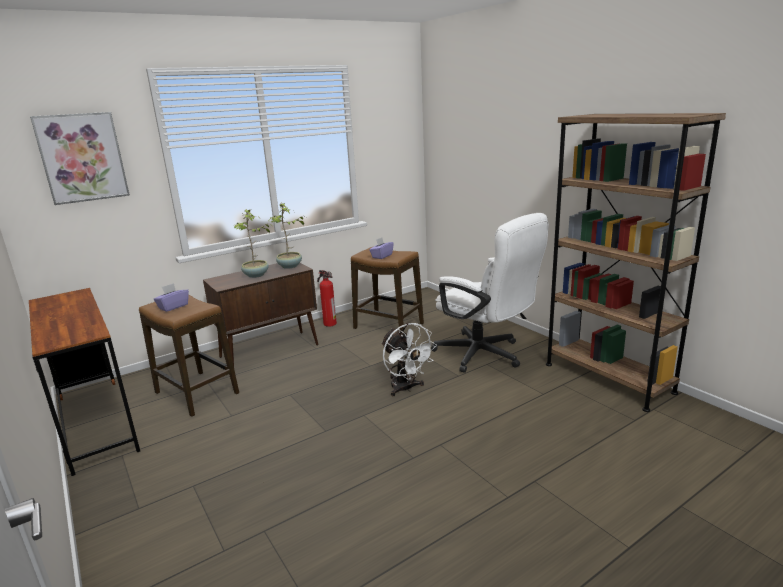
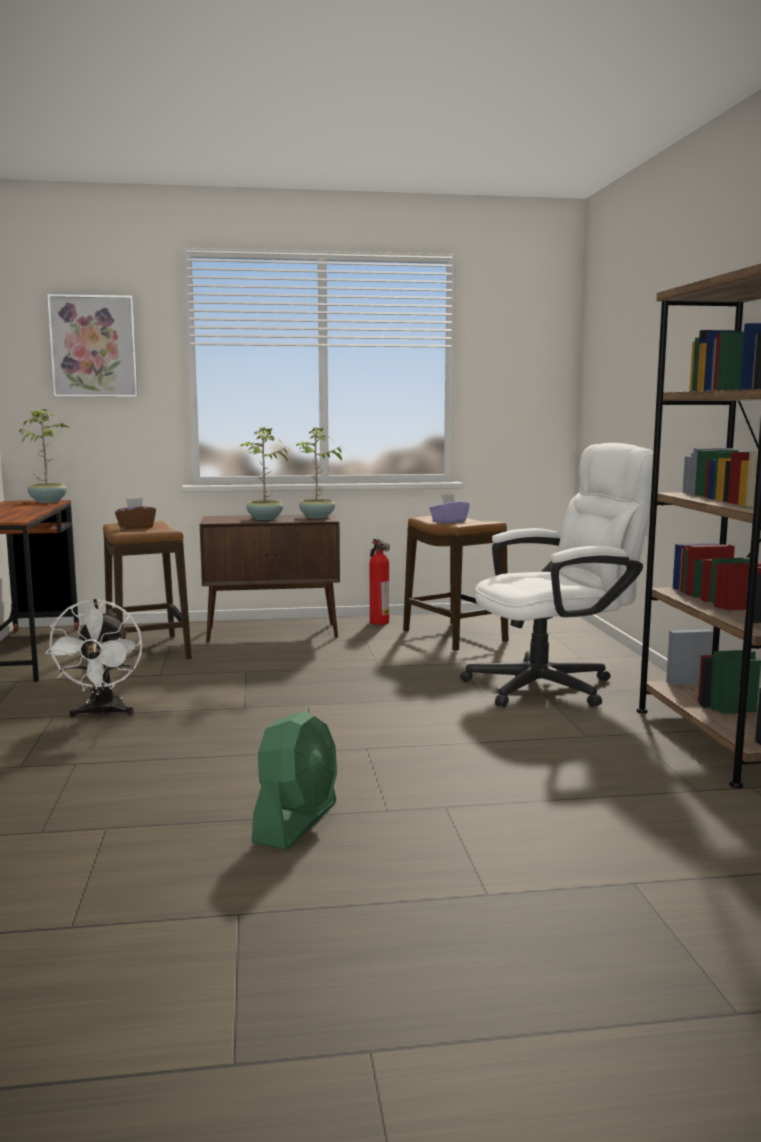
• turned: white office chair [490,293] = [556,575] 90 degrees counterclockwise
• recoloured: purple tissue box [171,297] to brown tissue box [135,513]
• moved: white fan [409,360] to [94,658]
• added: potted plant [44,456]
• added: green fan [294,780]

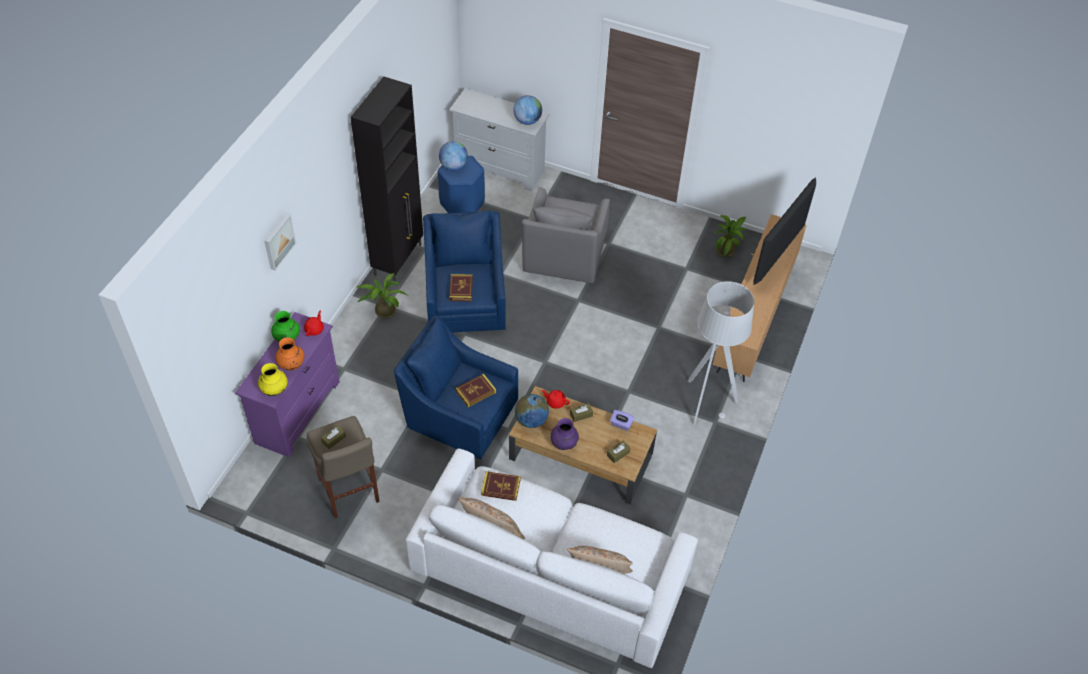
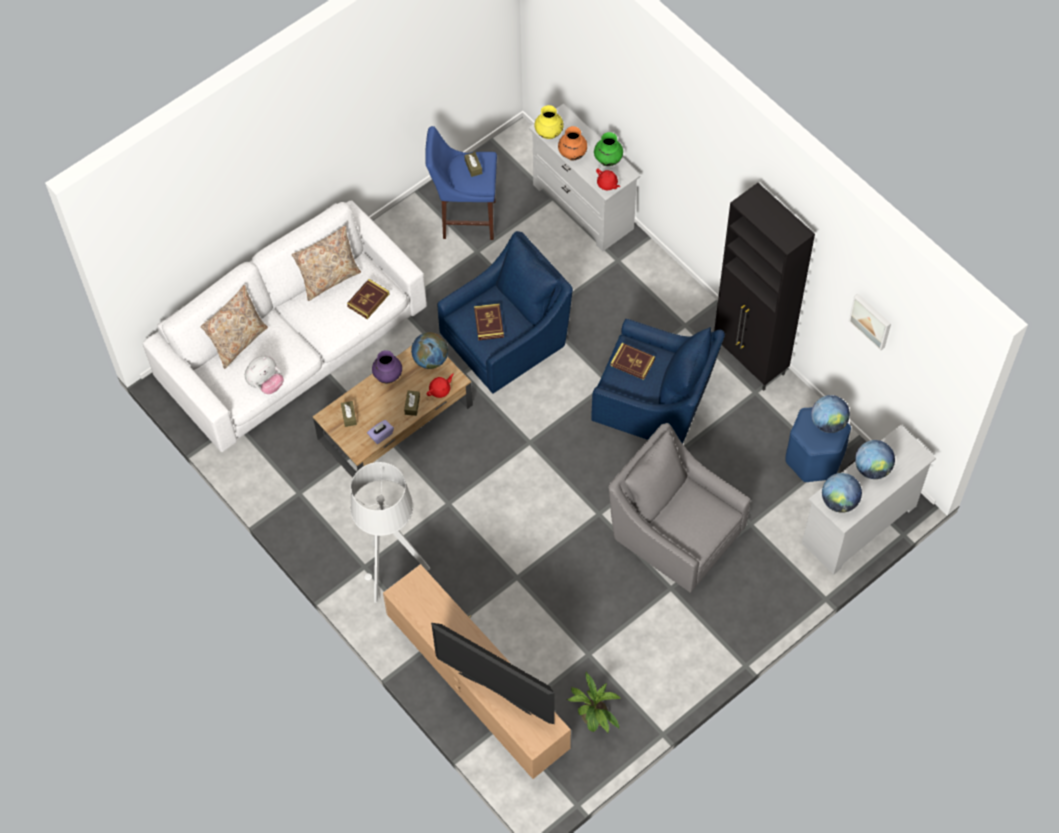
• turned: television [784,231] = [493,673] 150 degrees clockwise
• moved: picture [280,241] to [869,322]
• removed: potted plant [381,296]
• recoloured: purple dresser [287,384] to white dresser [585,178]
• recoloured: beige stool [343,467] to blue stool [461,183]
• added: plush toy [264,375]
• added: globe [875,459]

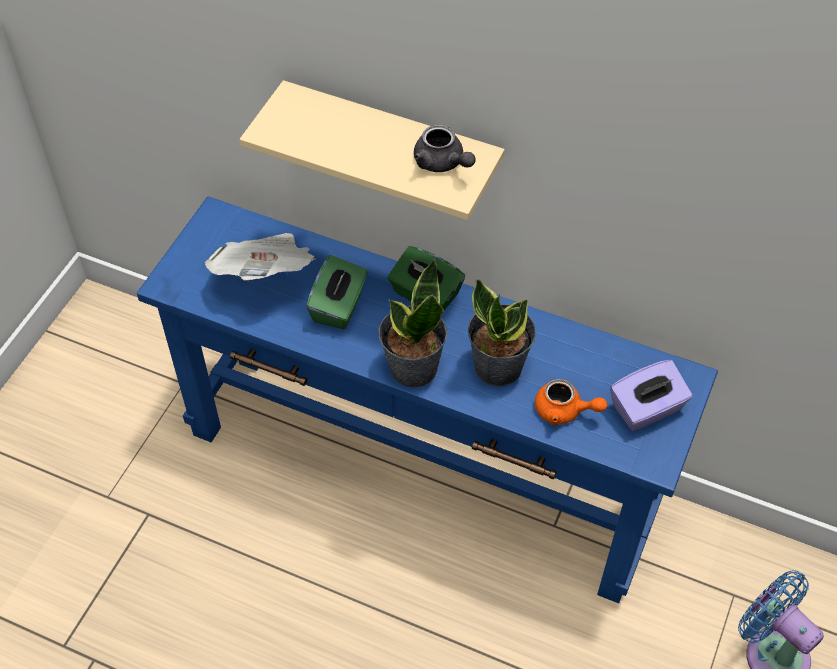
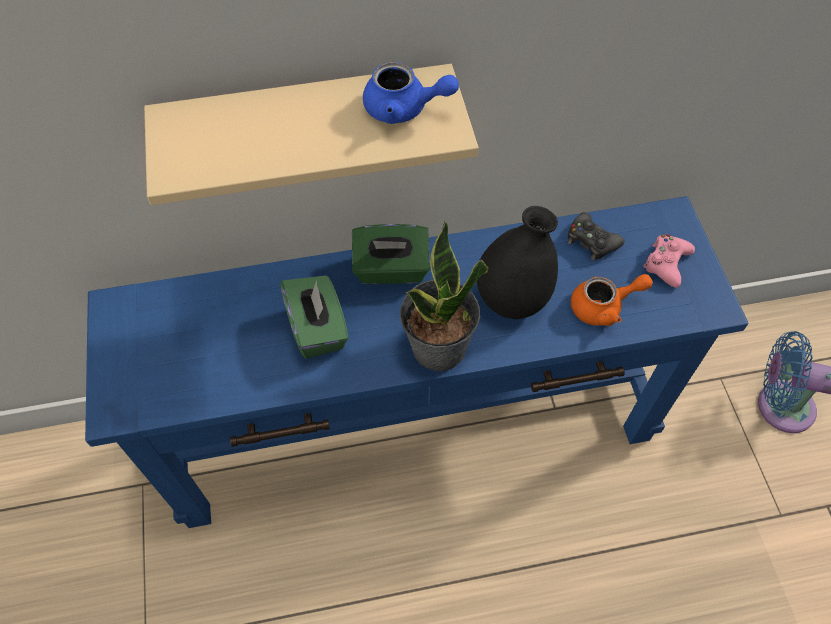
• recoloured: grey teapot [445,148] to blue teapot [411,93]
• removed: newspaper [260,256]
• replaced: potted plant [502,332] to black vase [517,262]
• replaced: purple tissue box [651,395] to pink game controller [669,261]
• added: black game controller [596,236]

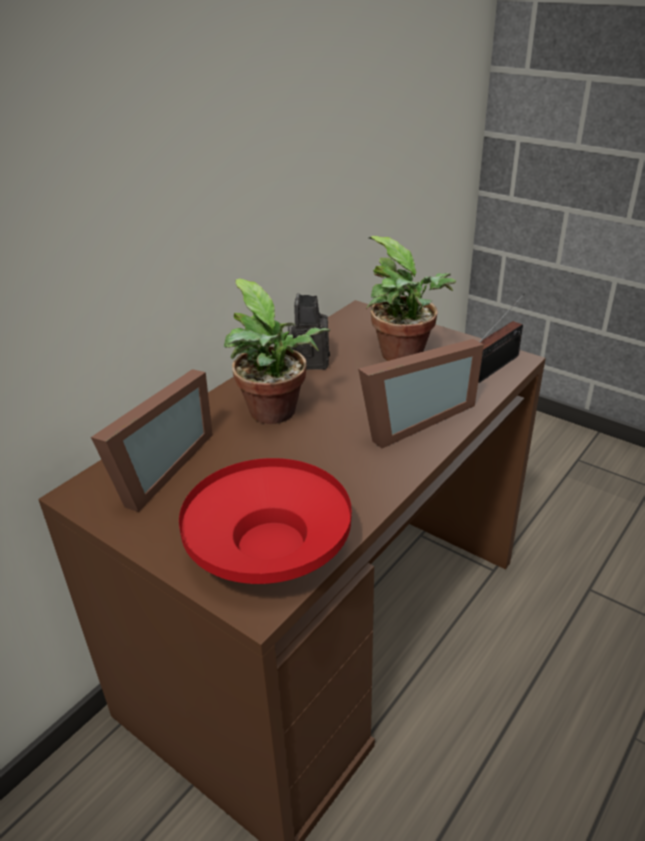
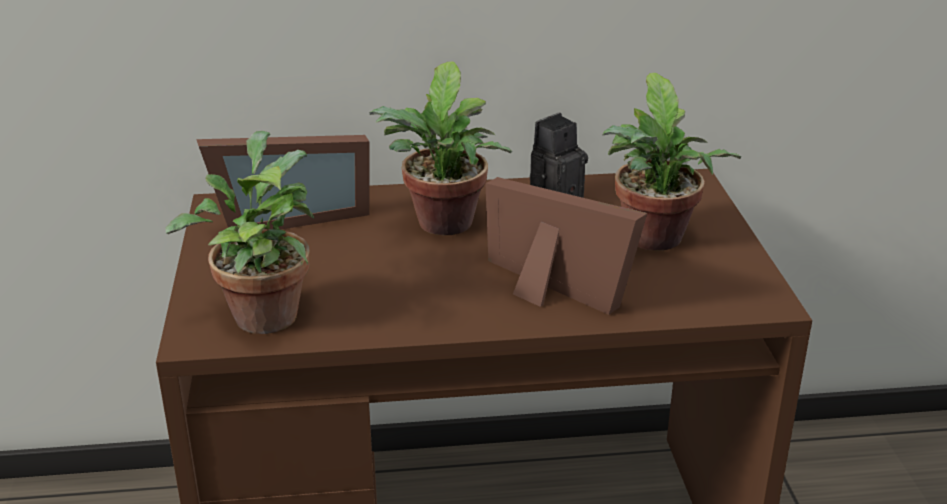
• removed: radio [501,338]
• turned: picture frame [421,393] = [566,246] 150 degrees counterclockwise
• replaced: red bowl [265,521] to potted plant [240,232]

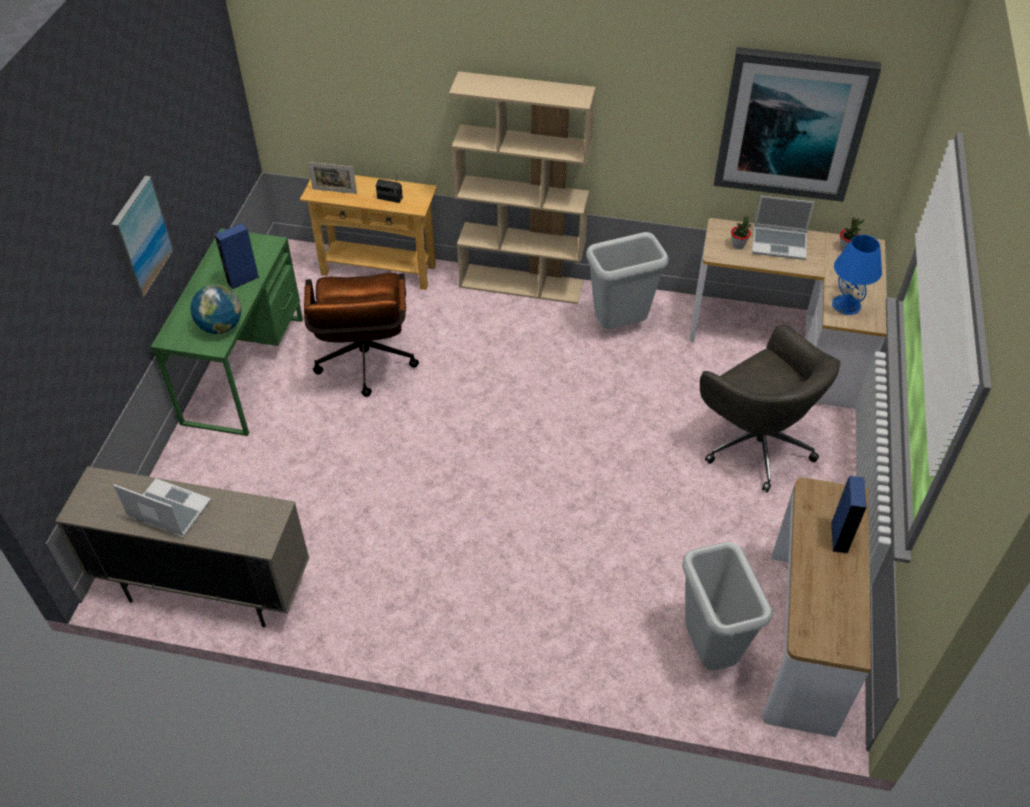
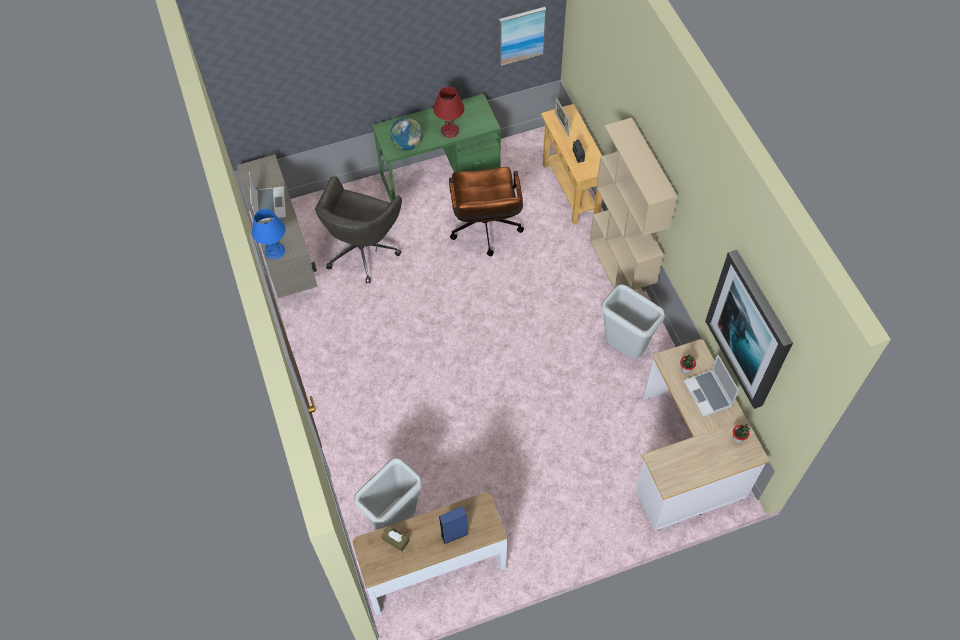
• moved: picture [142,237] to [523,36]
• replaced: blue speaker [237,256] to red table lamp [448,112]
• moved: blue table lamp [857,275] to [268,234]
• turned: brown office chair [361,335] = [486,211] 60 degrees counterclockwise
• moved: grey office chair [770,408] to [358,229]
• added: brown tissue box [395,538]

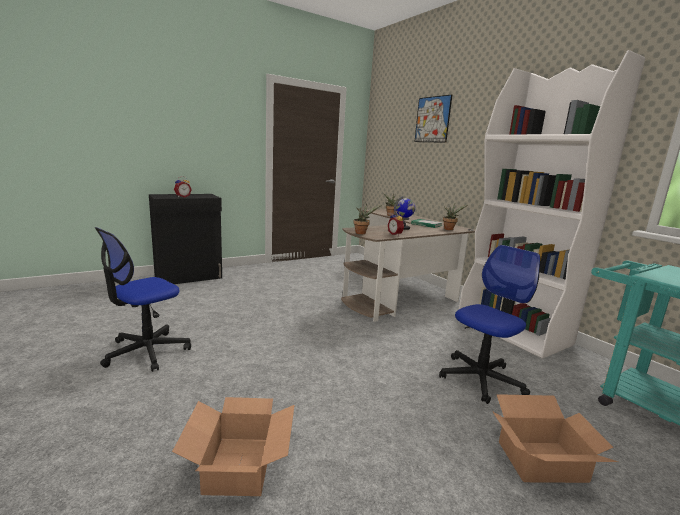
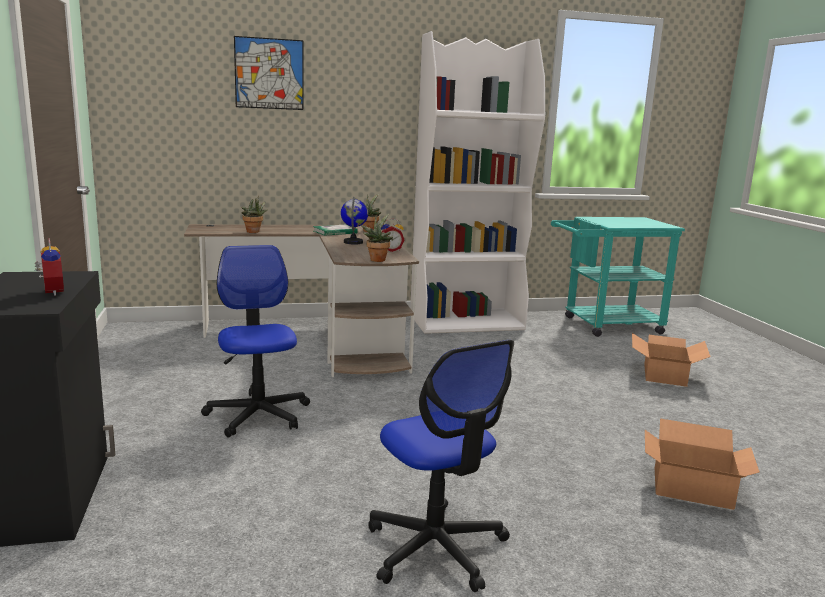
• moved: office chair [490,324] to [255,341]

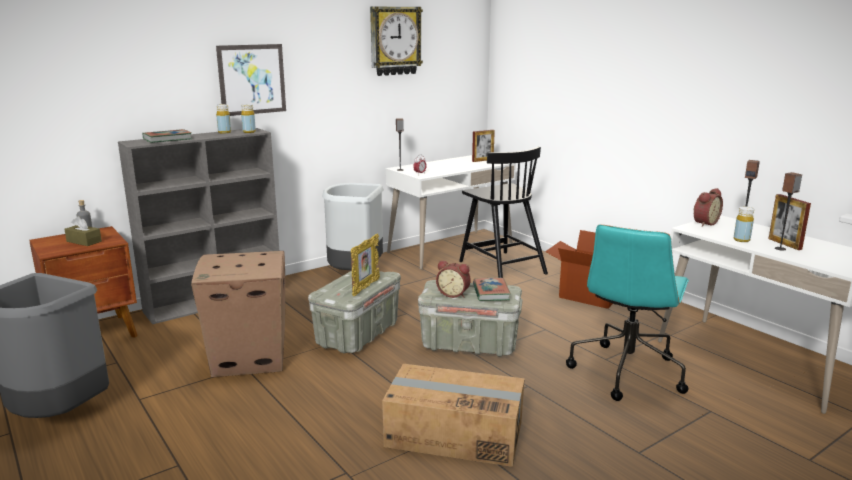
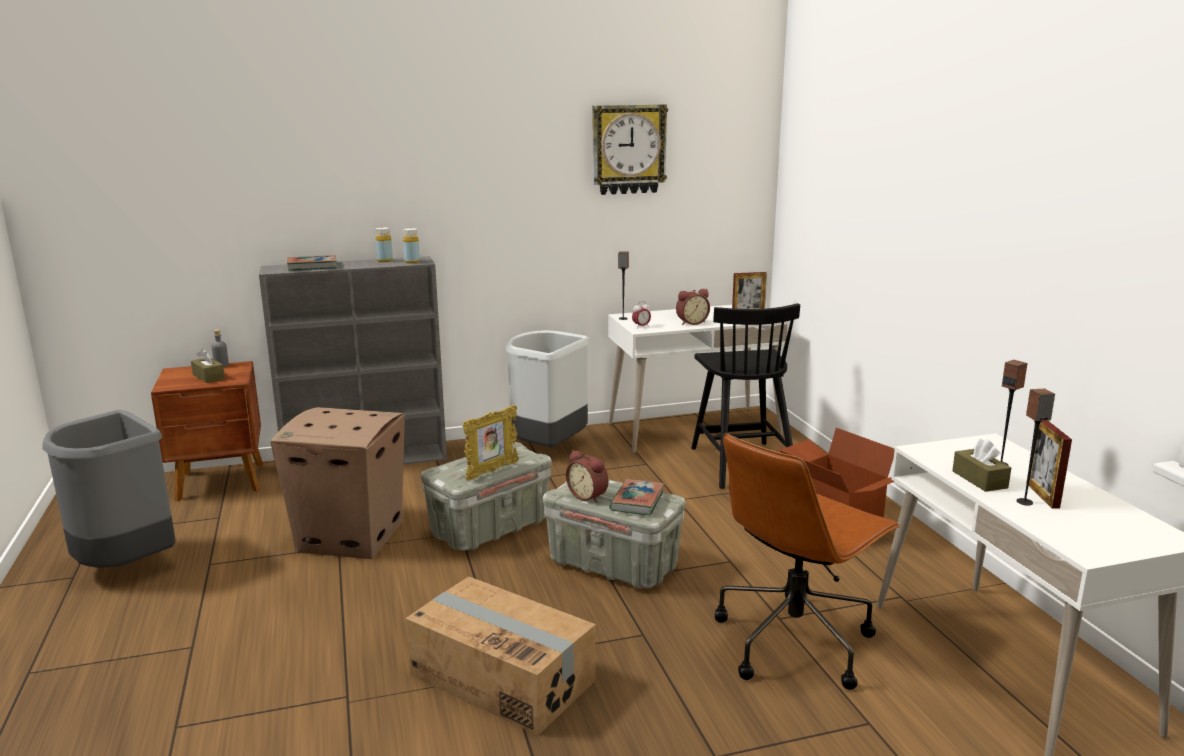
• removed: picture [251,80]
• moved: alarm clock [708,207] to [693,307]
• replaced: yellow bottle [744,224] to brown tissue box [981,465]
• recoloured: turquoise office chair [627,312] to brown office chair [808,561]

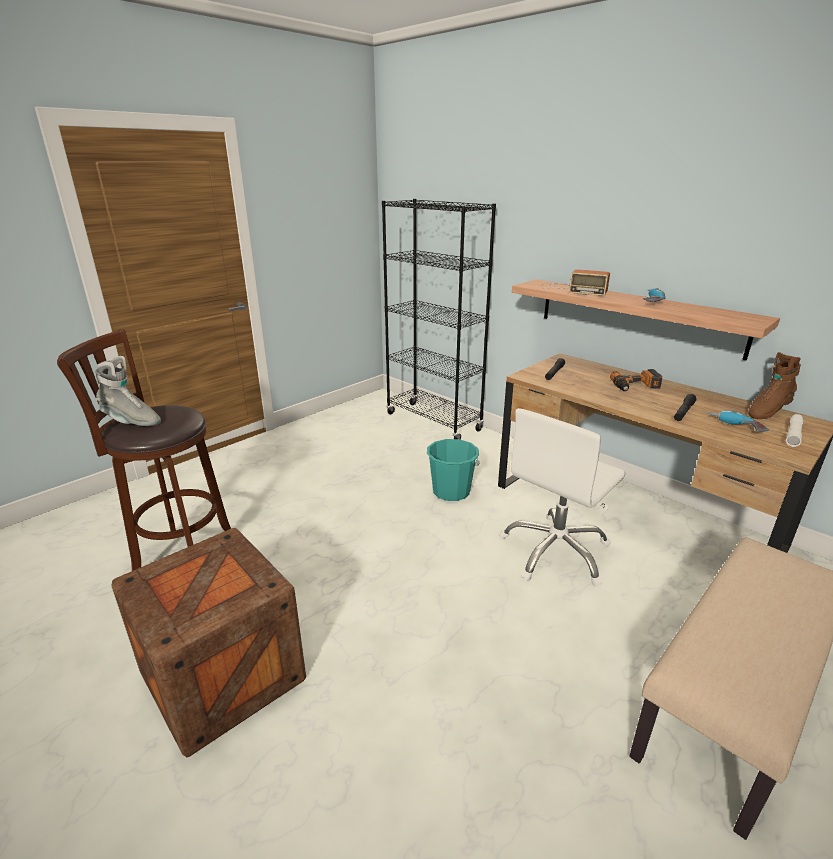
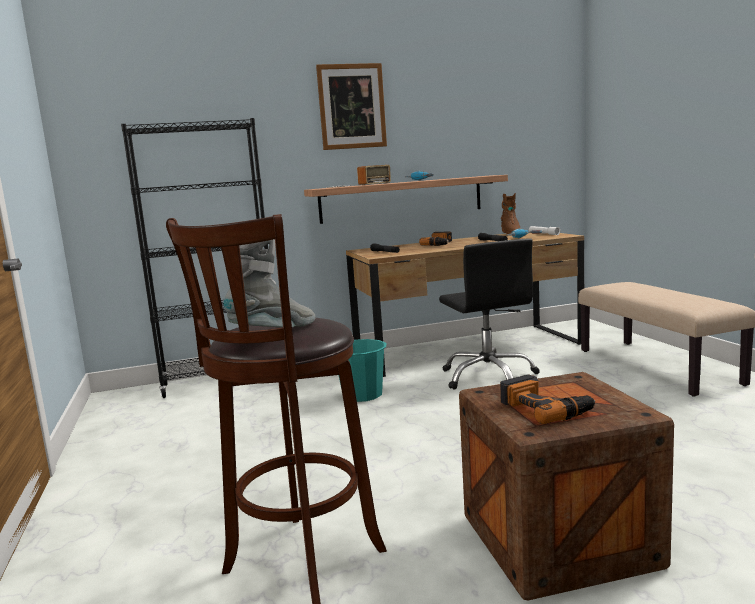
• recoloured: white office chair [562,497] to black office chair [489,314]
• added: picture [351,106]
• added: power drill [547,399]

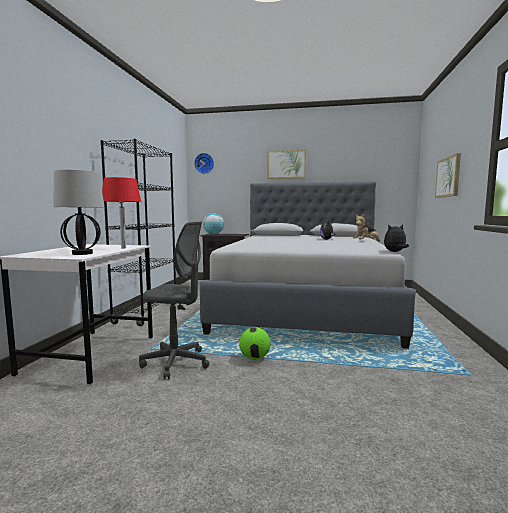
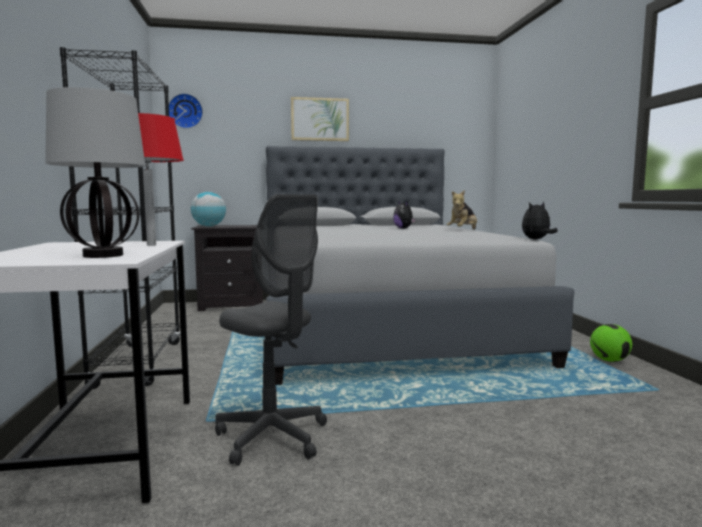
• removed: picture [448,175]
• turned: grey office chair [174,300] = [271,330] 45 degrees clockwise
• moved: football [254,343] to [611,343]

